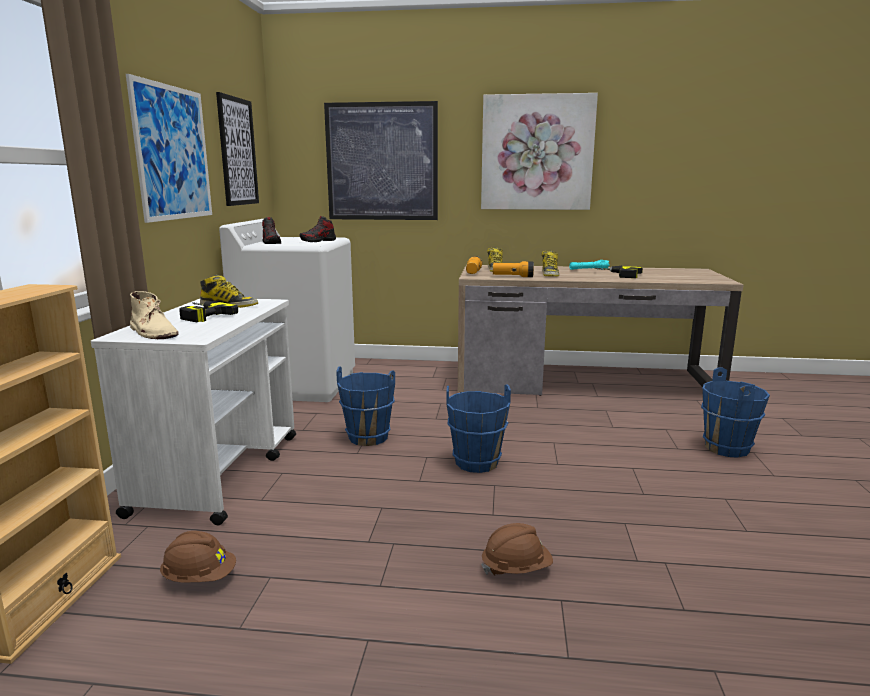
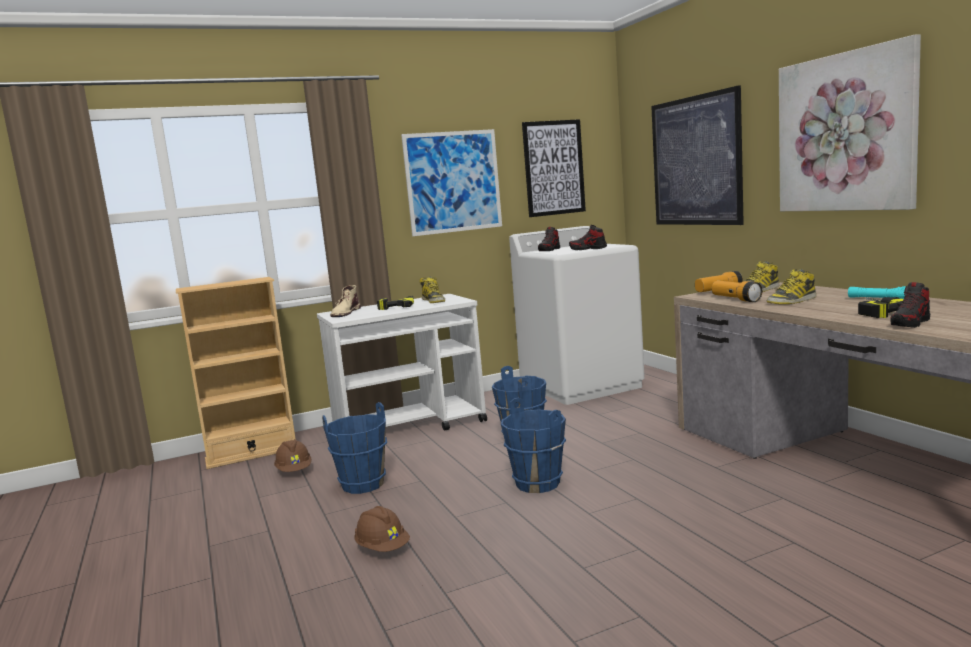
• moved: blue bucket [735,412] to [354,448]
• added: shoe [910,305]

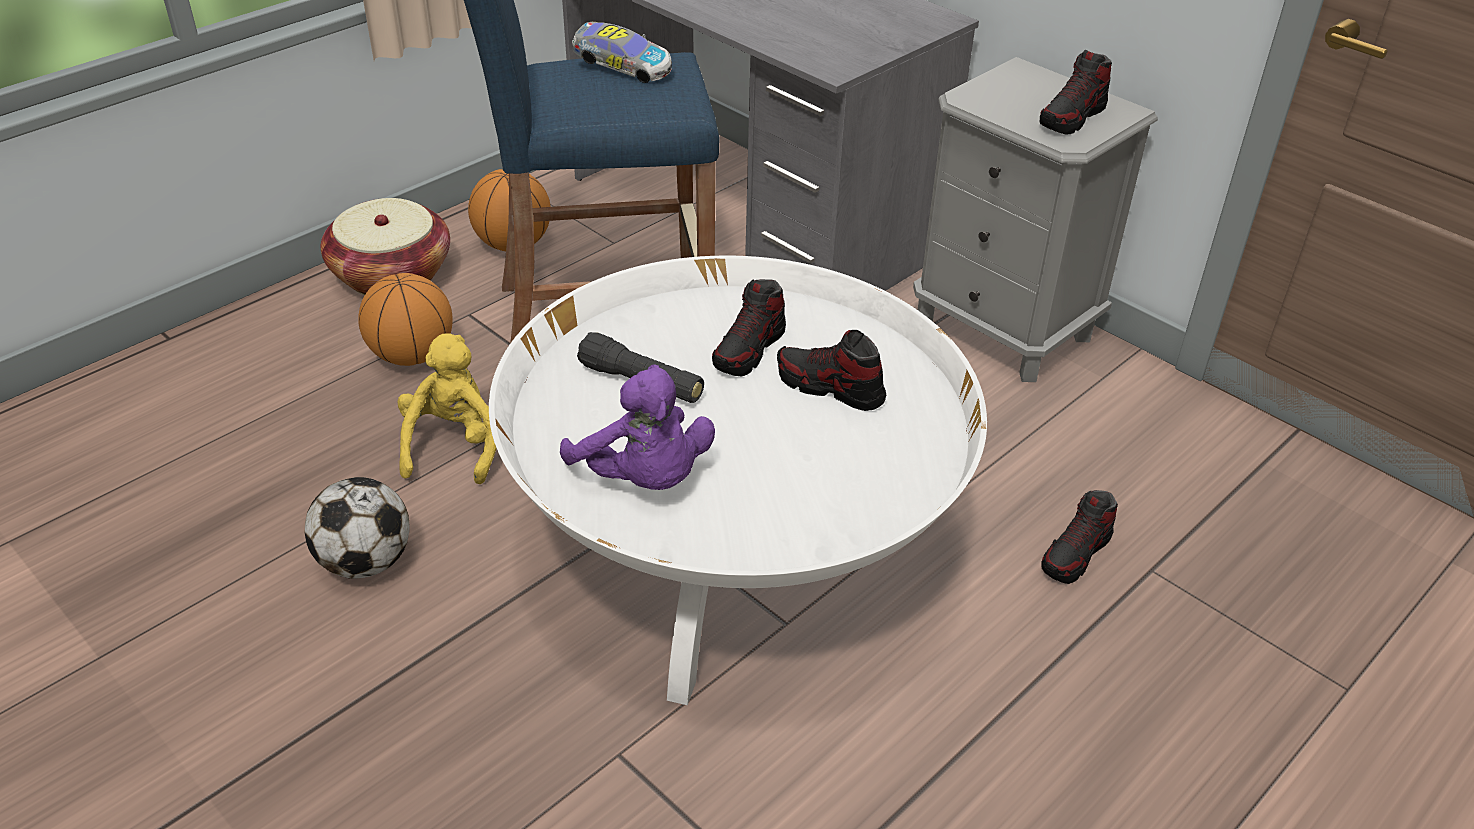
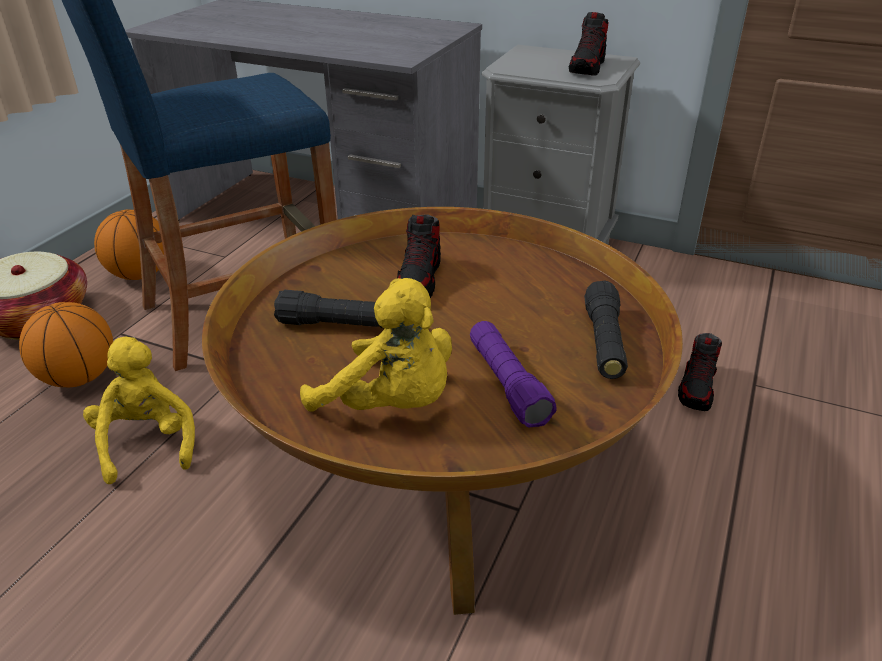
• removed: toy car [622,52]
• recoloured: white coffee table [738,480] to brown coffee table [442,411]
• removed: shoe [831,370]
• recoloured: purple plush toy [637,427] to yellow plush toy [376,344]
• removed: football [357,528]
• added: black flashlight [606,330]
• added: purple flashlight [513,374]

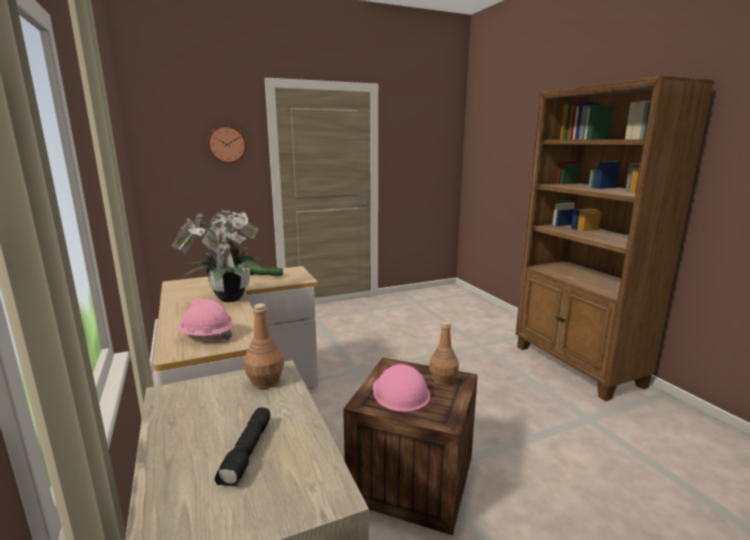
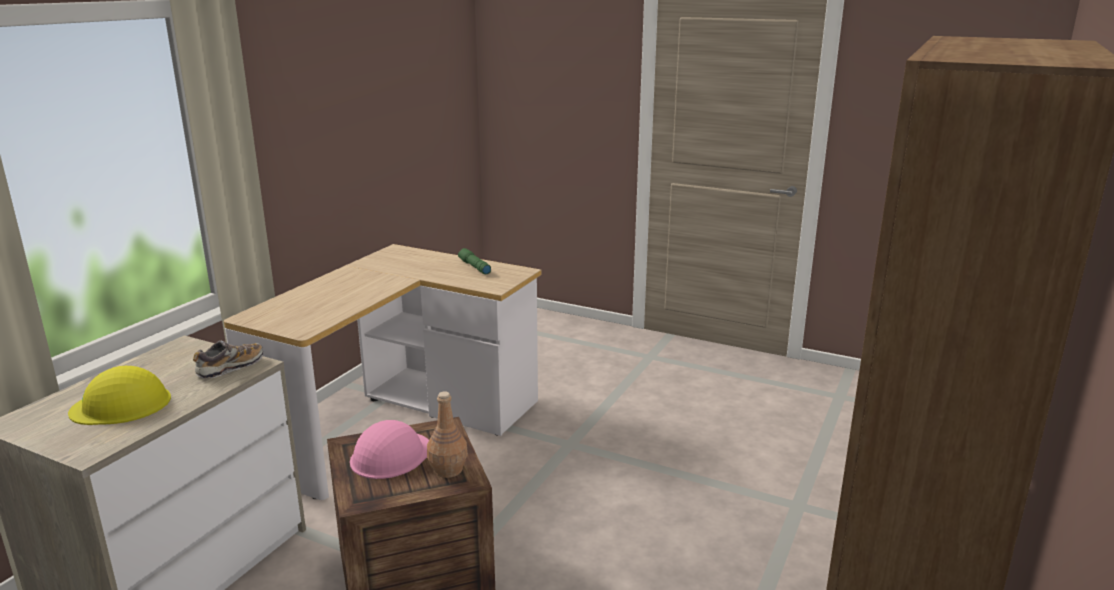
• removed: wall clock [227,144]
• removed: potted plant [218,256]
• removed: pink hard hat [204,320]
• replaced: brown bottle [264,346] to shoe [228,360]
• replaced: black flashlight [242,447] to yellow hard hat [119,395]

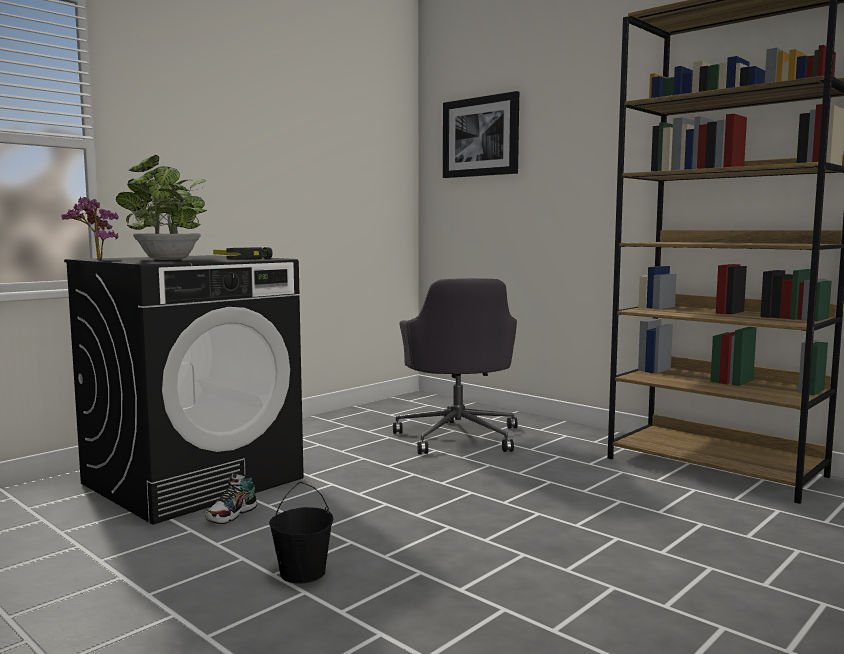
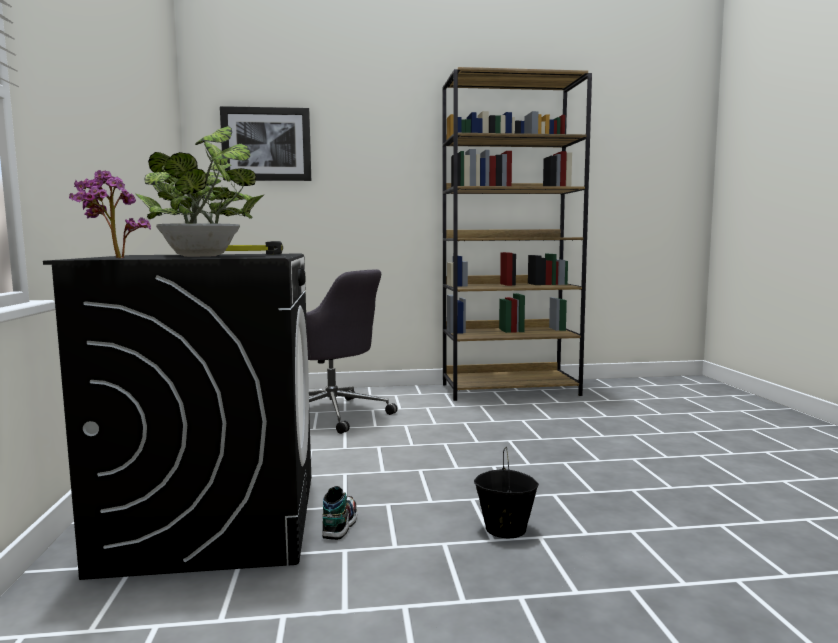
• turned: shoe [231,498] = [339,513] 150 degrees counterclockwise

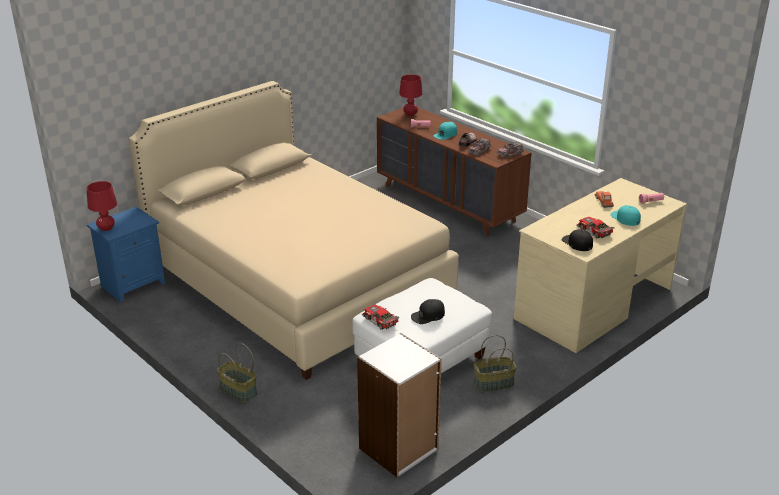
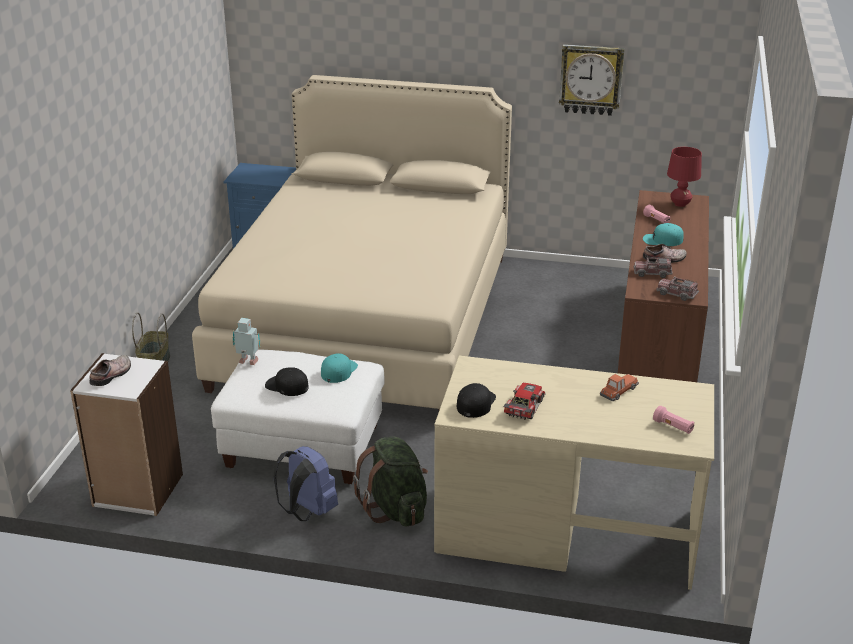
• removed: red table lamp [101,206]
• moved: turquoise cap [625,215] to [339,368]
• replaced: toy car [380,317] to toy robot [246,341]
• replaced: basket [495,363] to blue backpack [305,483]
• added: wall clock [592,80]
• added: shoe [110,370]
• added: green backpack [390,482]

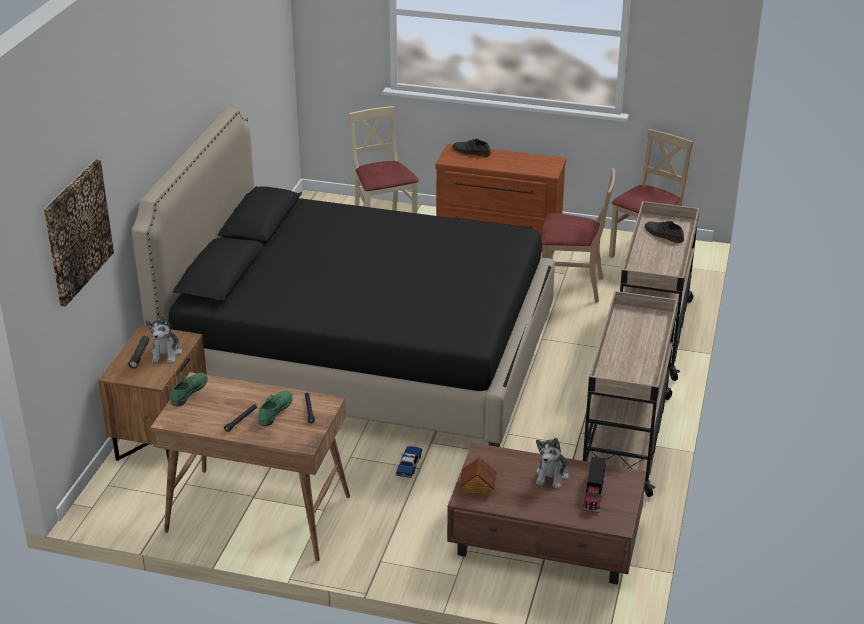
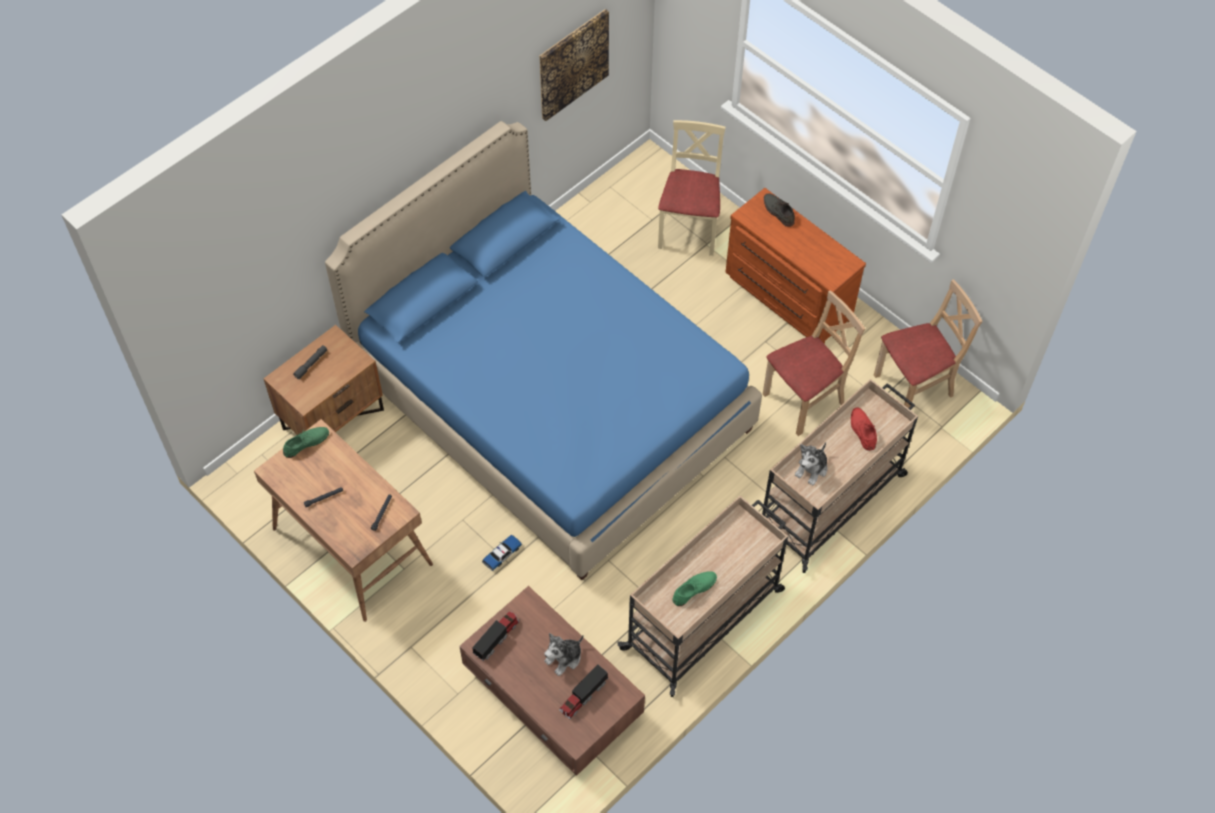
• recoloured: black bed [343,277] to blue bed [543,350]
• moved: picture [78,233] to [574,65]
• turned: beige chair [578,235] = [814,363] 75 degrees counterclockwise
• recoloured: grey shoe [664,232] to red shoe [864,429]
• moved: plush toy [163,339] to [811,464]
• moved: green shoe [275,408] to [694,588]
• replaced: toy house [478,476] to toy truck [495,636]

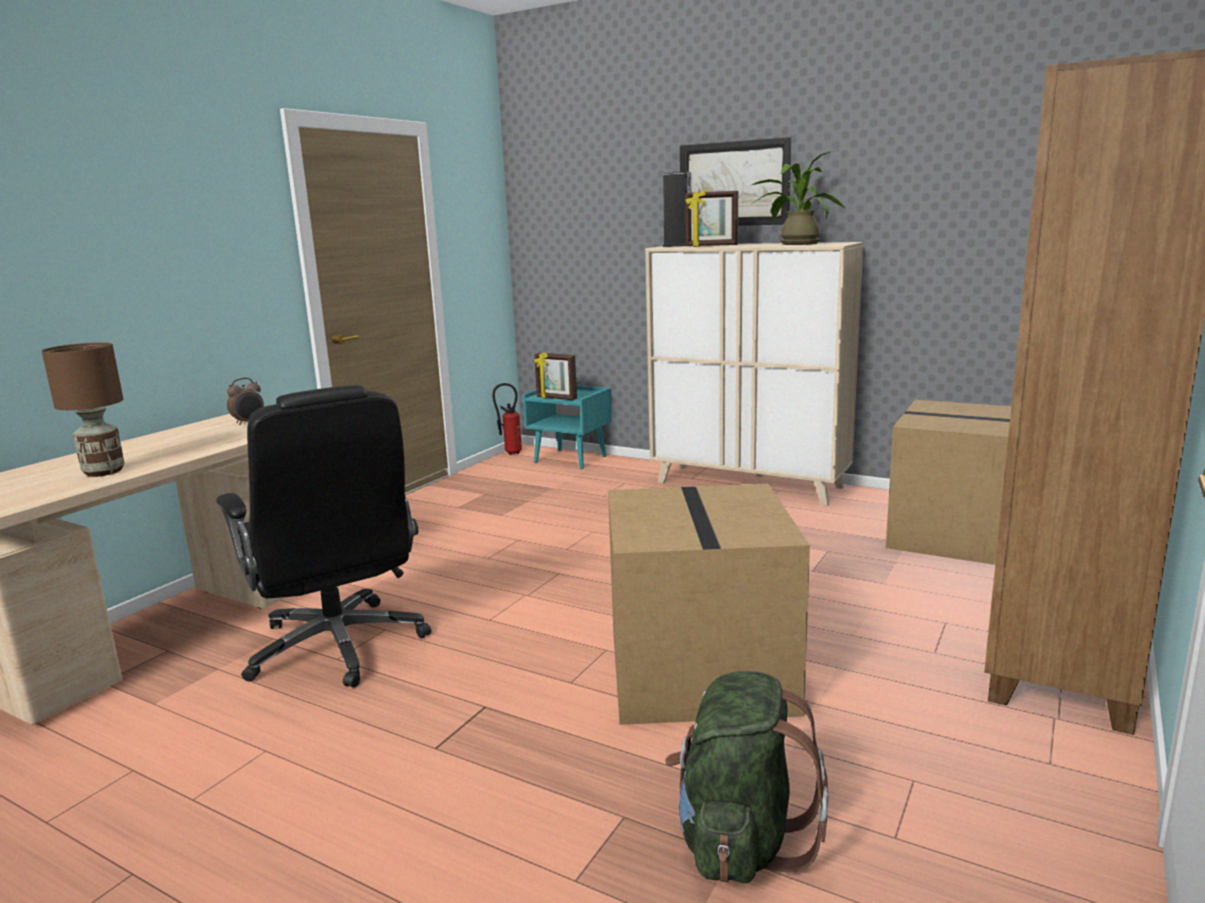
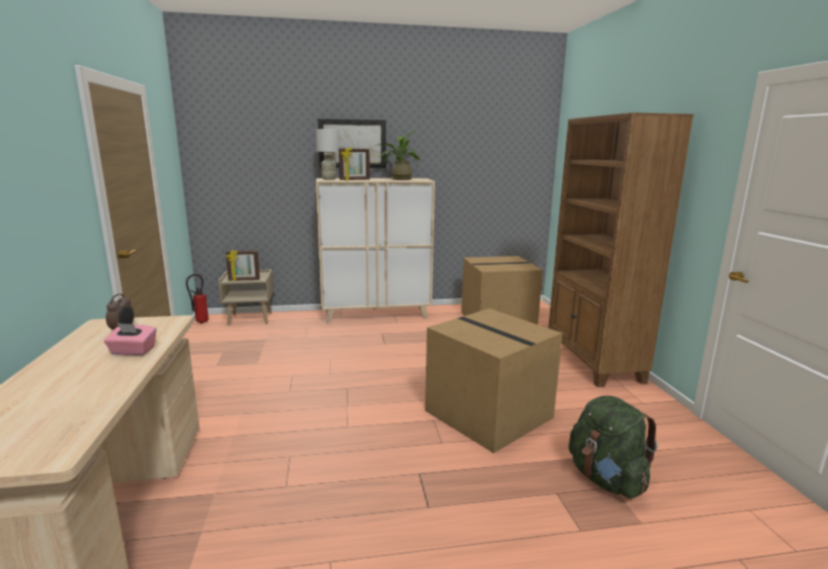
• replaced: speaker [676,209] to grey table lamp [327,154]
• removed: brown table lamp [83,409]
• removed: black office chair [323,536]
• recoloured: turquoise nightstand [567,427] to beige nightstand [246,297]
• added: pink tissue box [130,339]

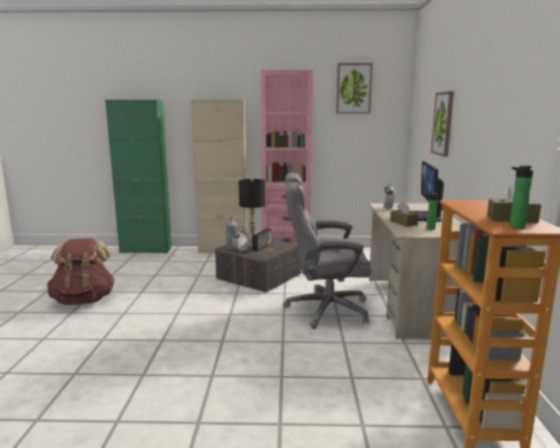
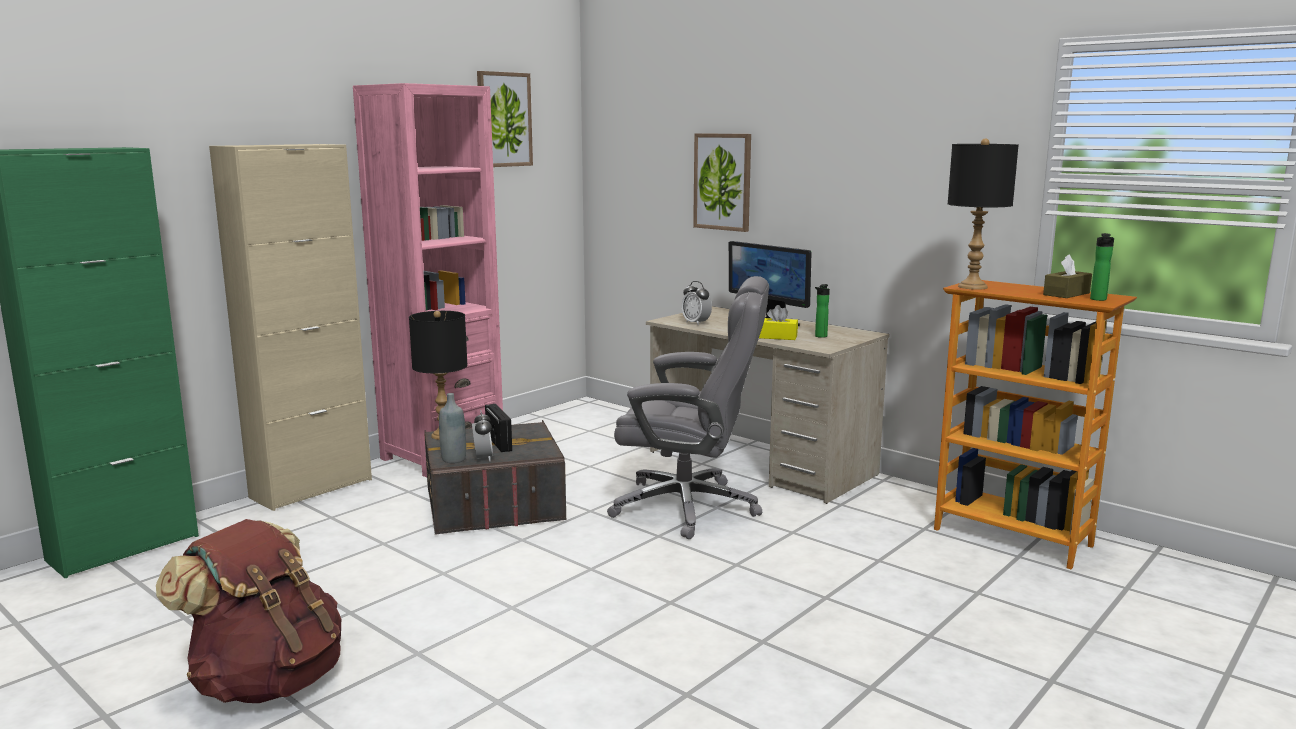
• turned: grey office chair [327,251] = [688,407] 120 degrees counterclockwise
• recoloured: brown tissue box [404,214] to yellow tissue box [778,322]
• added: black table lamp [983,214]

